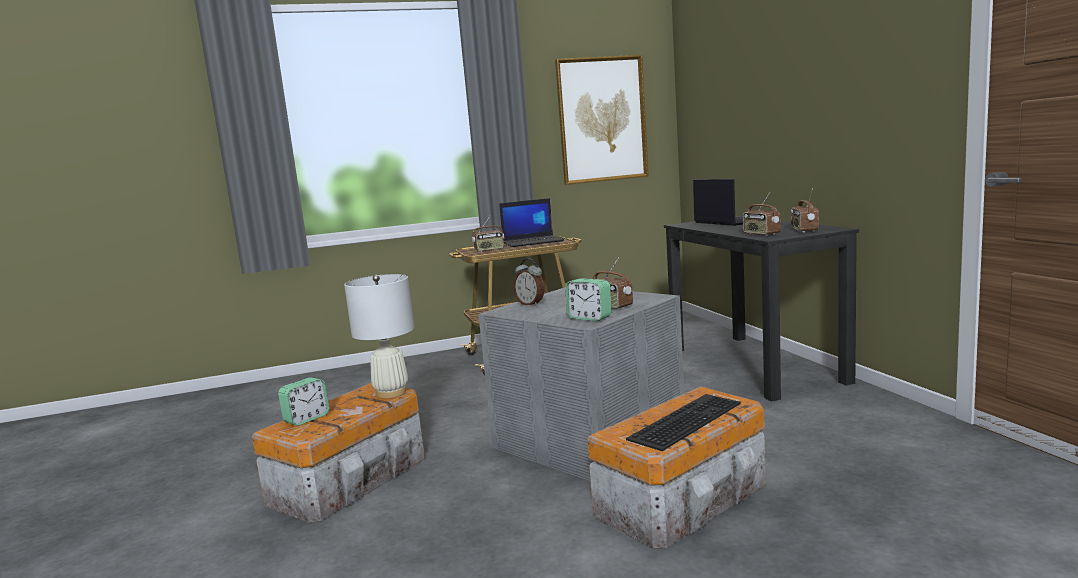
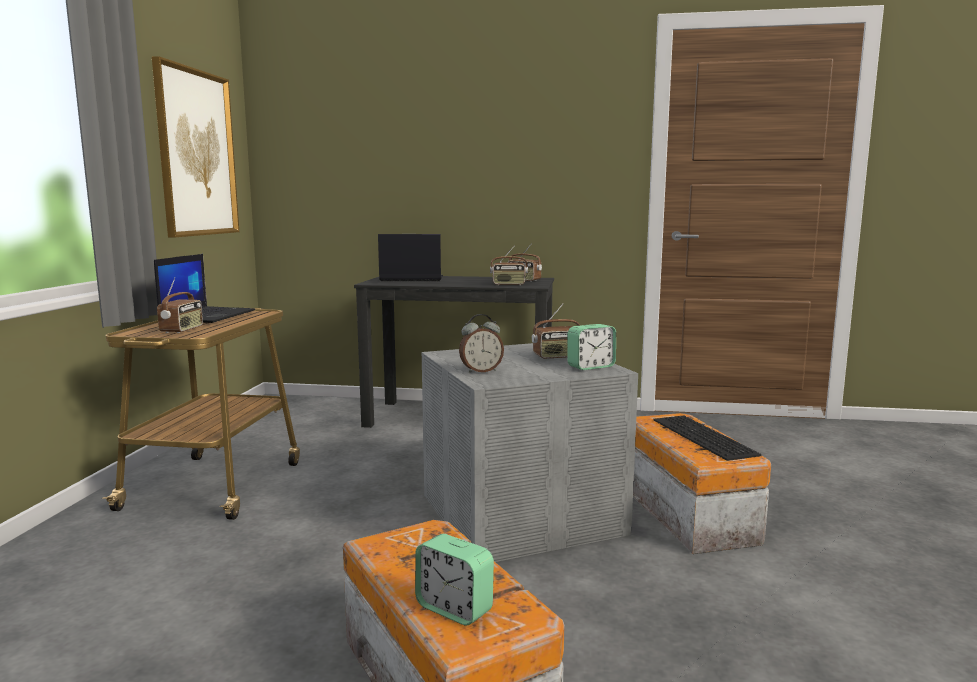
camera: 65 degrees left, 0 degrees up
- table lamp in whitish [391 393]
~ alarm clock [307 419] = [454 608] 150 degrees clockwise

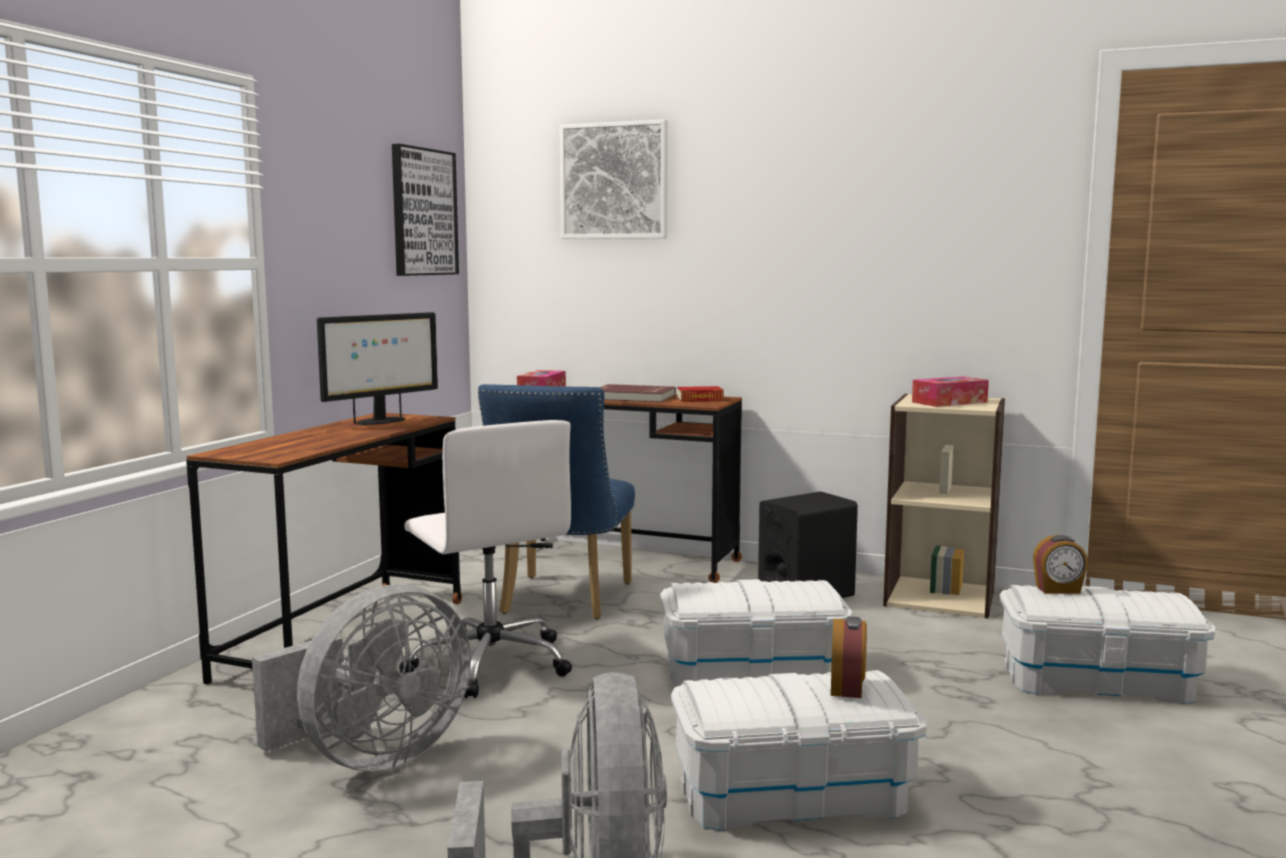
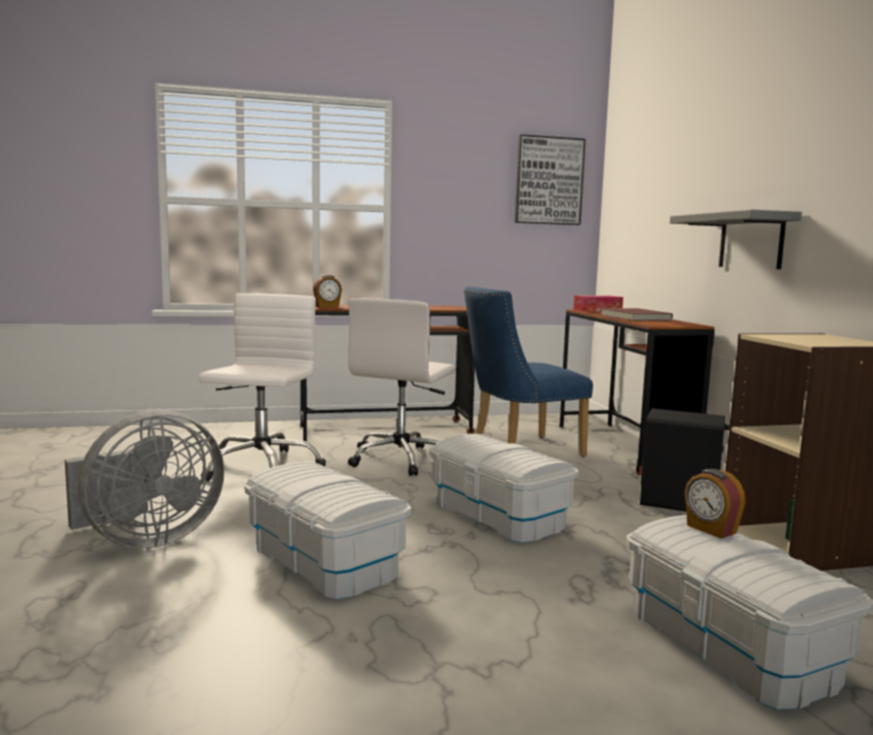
camera: 55 degrees right, 0 degrees up
- wall picture [614 181]
- monitor [380 421]
- box of tissues [949 402]
- volume [700 399]
~ electric fan in gray [372 758] to desk chair in whitish [261 467]
~ alarm clock [847 688] to [327 307]
+ wall shelf in gray [751 241]

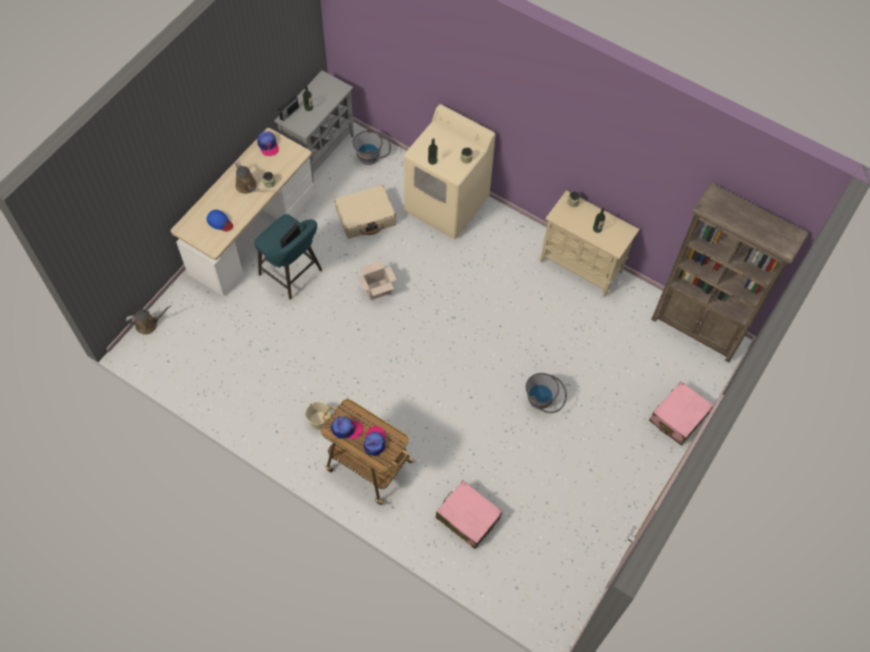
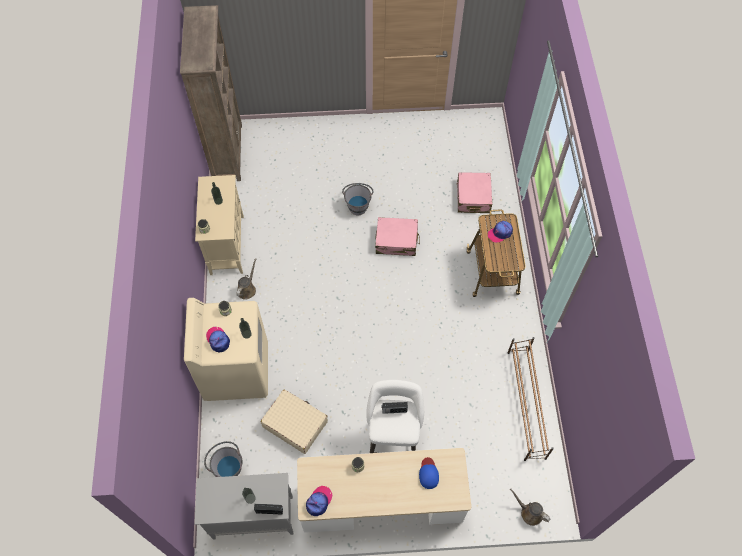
camera: 125 degrees left, 0 degrees up
~ watering can in brown [247 186] to [247 289]
~ stool in blue-green [293 274] to stool in whitish [393 437]
- cardboard box [378 289]
~ travel case in pink [678 417] to [396 241]
- water bucket in sand-coloured [319 421]
~ baseball cap [346 429] to [218 340]
+ shoe shelf in brown [526 404]

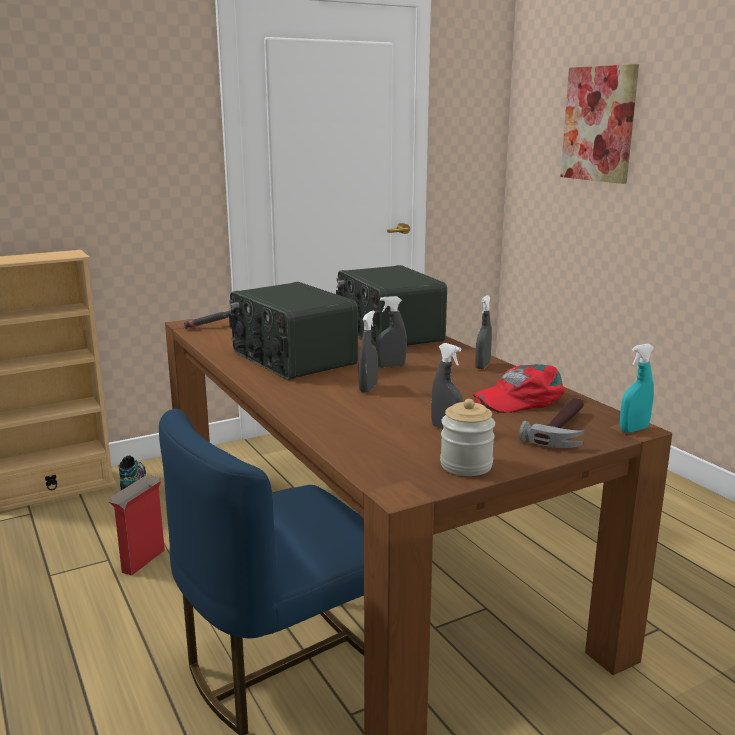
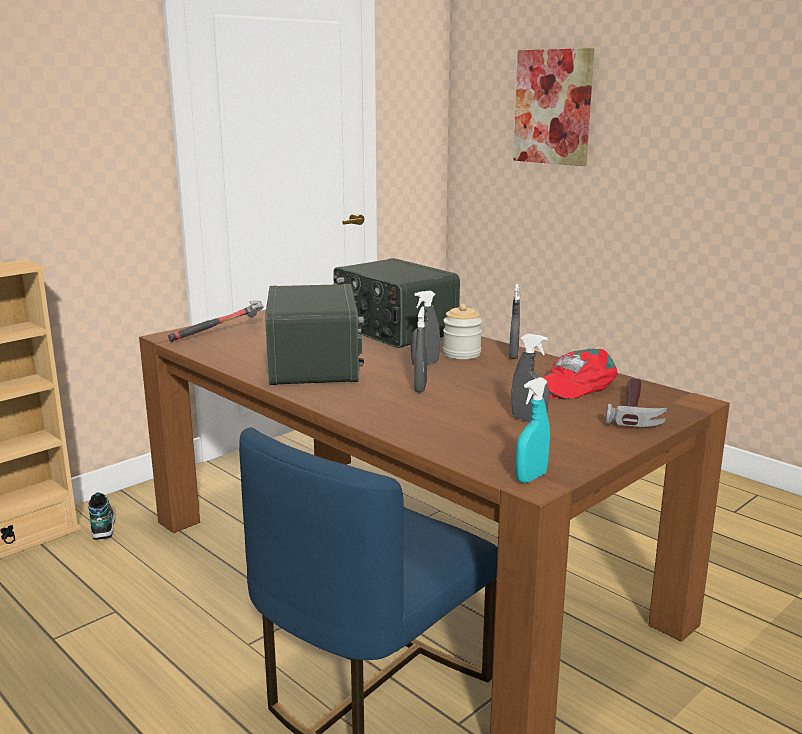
camera: 15 degrees left, 0 degrees up
~ radio [291 358] = [315 364] 135 degrees counterclockwise
~ spray bottle in blue-green [633 430] to [531 477]
~ jar [466 465] to [461 354]
- cardboard box [143 561]

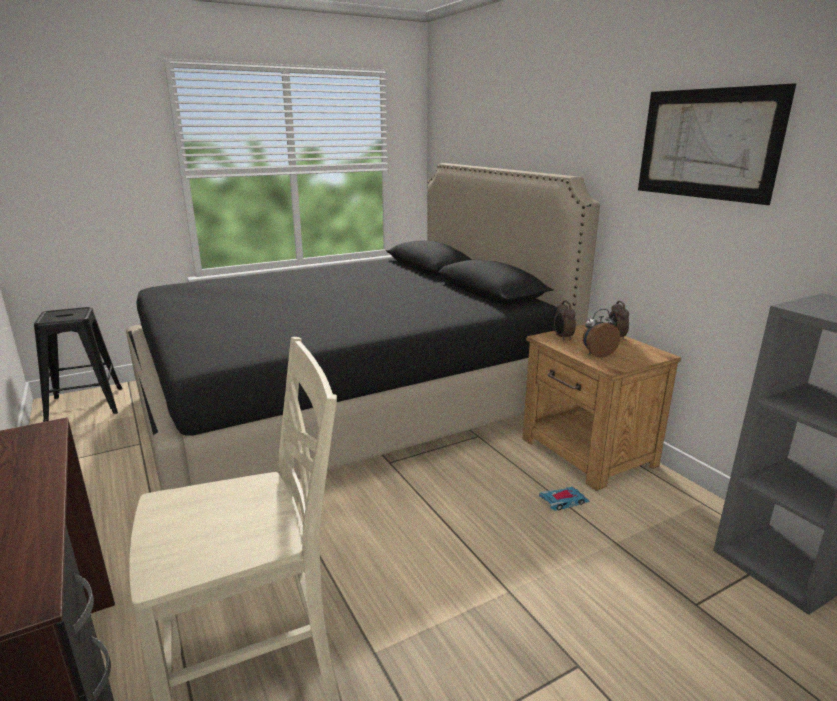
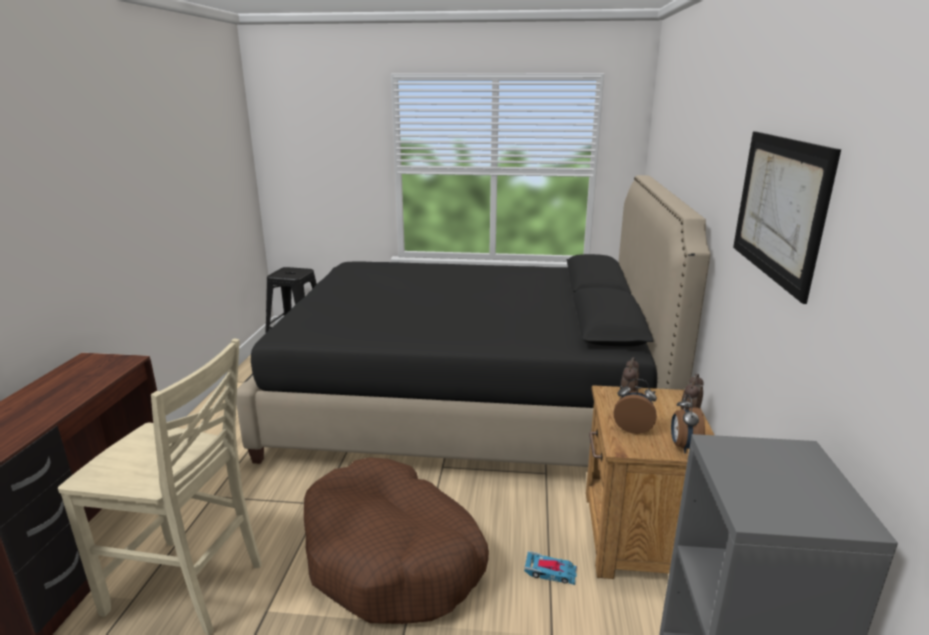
camera: 35 degrees right, 0 degrees up
+ alarm clock [683 447]
+ pet bed in brown [392 557]

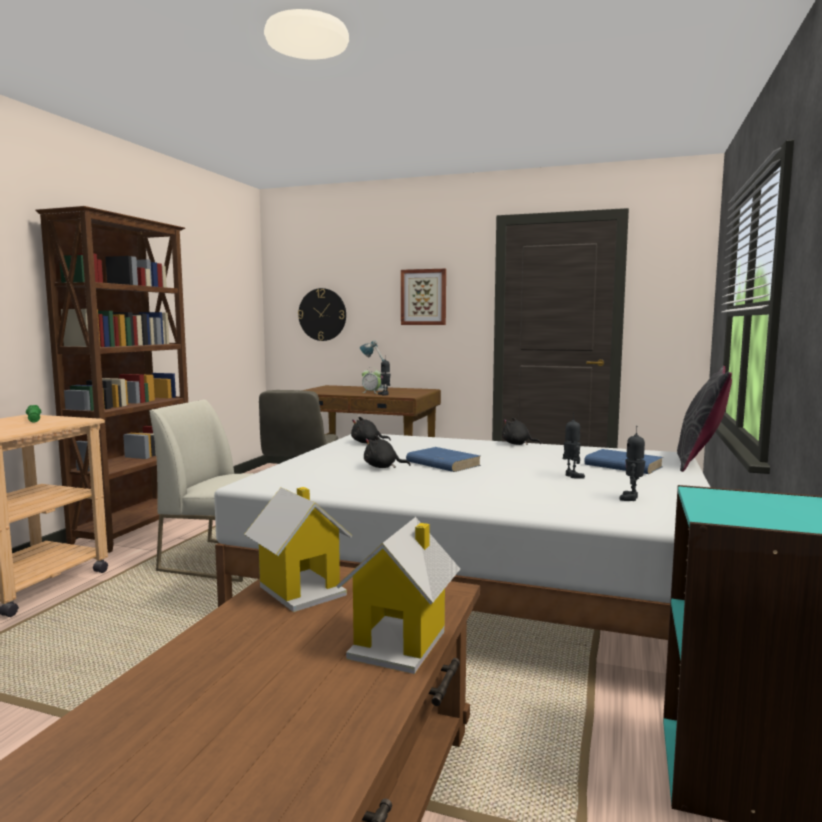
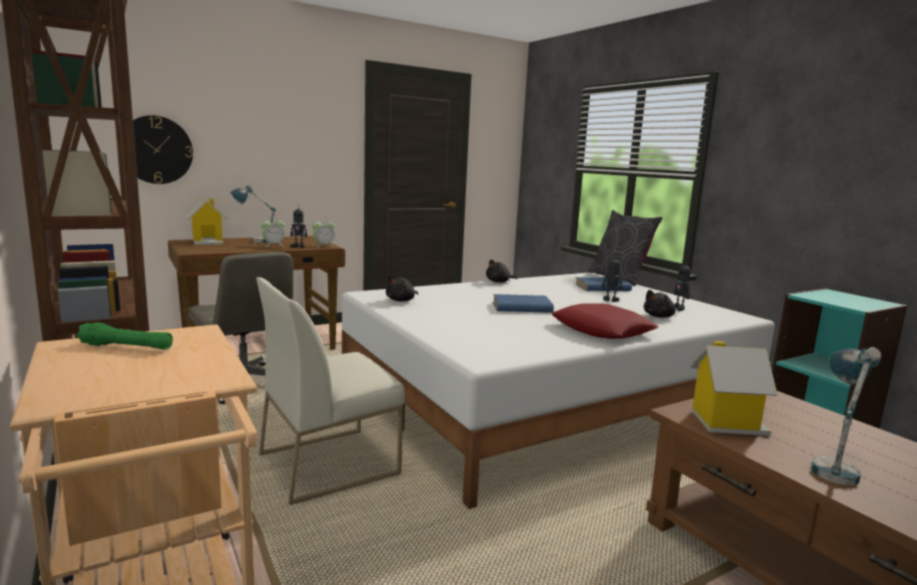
camera: 50 degrees left, 5 degrees up
- wall picture [423 297]
~ plush toy in black [383 467] to [659 316]
~ toy house [401 642] to [208 241]
+ alarm clock [323 246]
+ cushion in red-coloured [602 330]
+ table lamp [833 465]

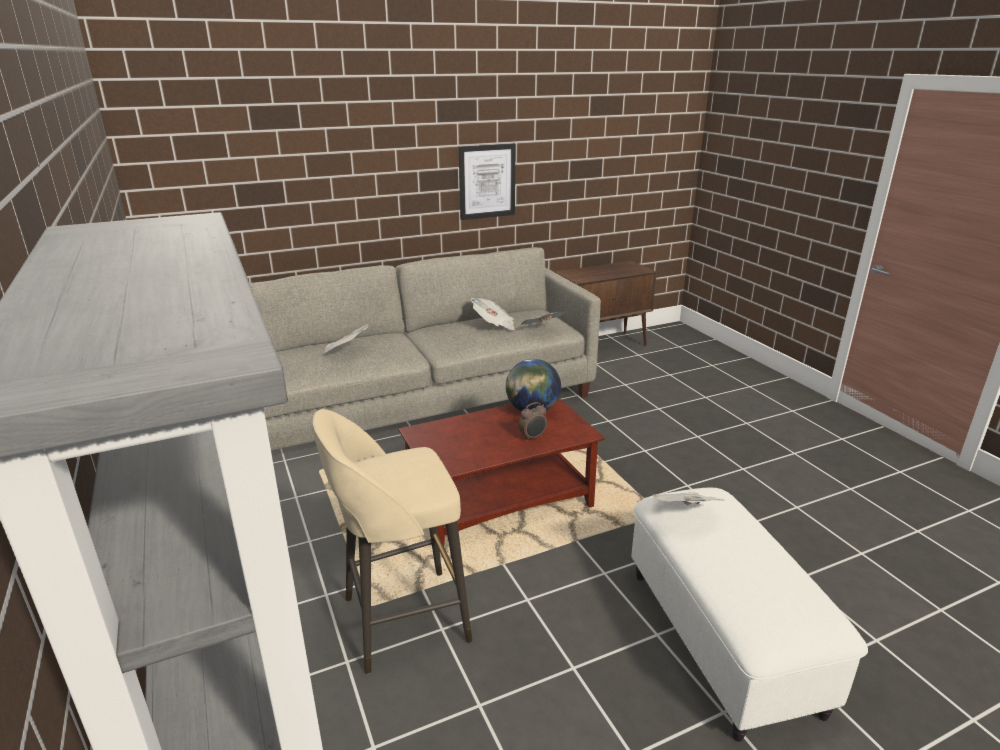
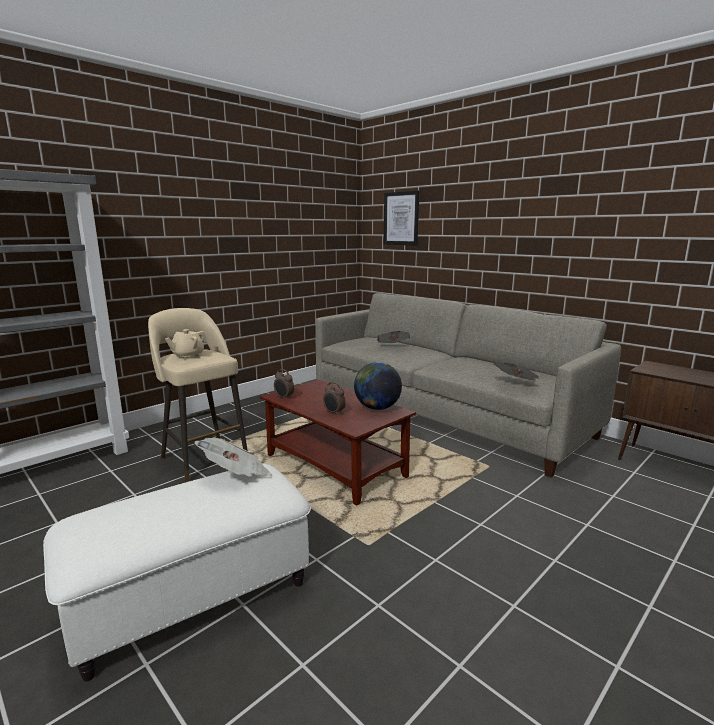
camera: 70 degrees right, 10 degrees down
~ wall picture [487 181] to [401 218]
- daily paper [494 325]
+ pot for tea in sand-coloured [188 355]
+ alarm clock [284 398]

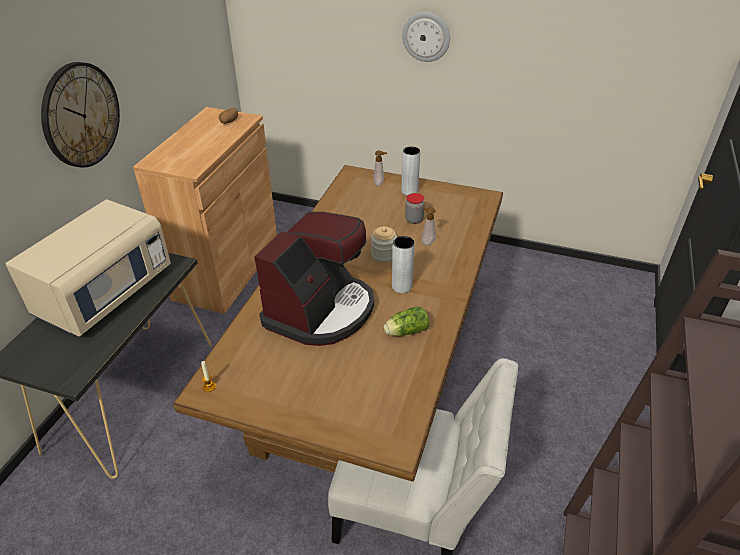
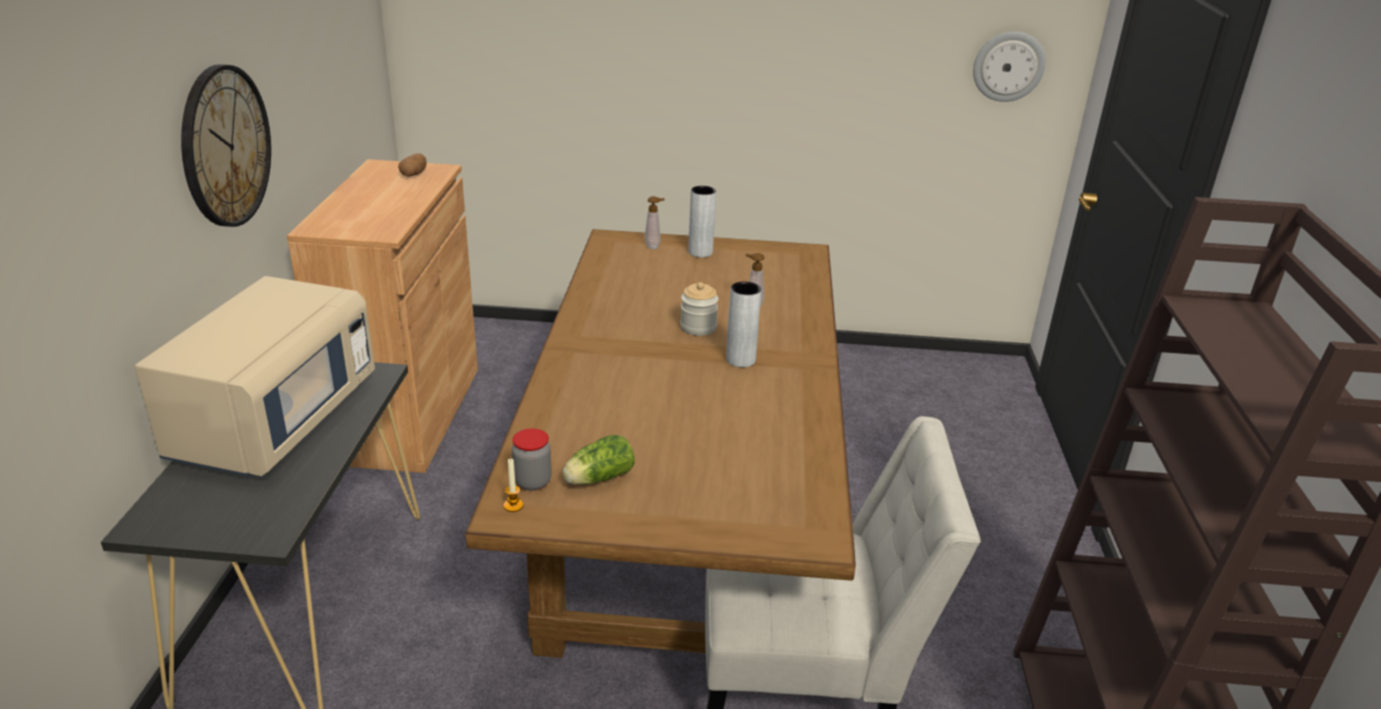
camera: 15 degrees left, 10 degrees down
~ wall clock [426 36] to [1008 66]
~ jar [414 220] to [532 482]
- coffee machine [321 310]
~ head of lettuce [405 331] to [597 478]

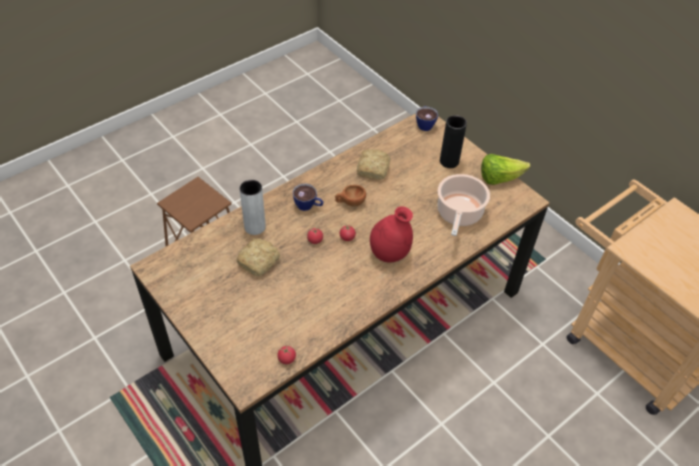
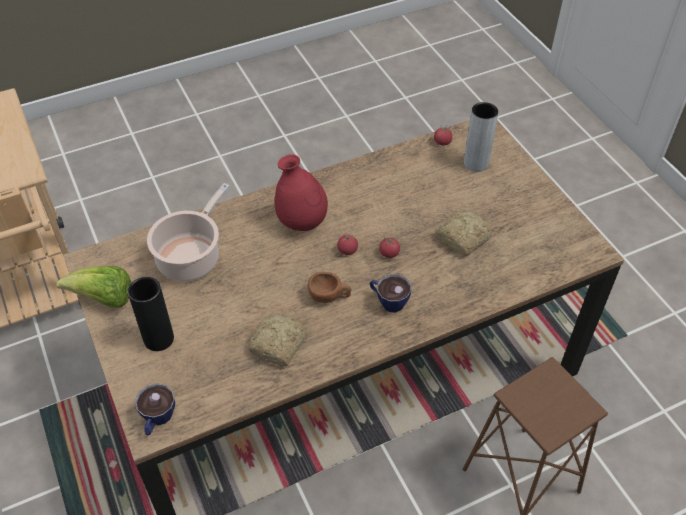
camera: 165 degrees left, 0 degrees up
~ flower vase in gray [255 227] to [476 163]

